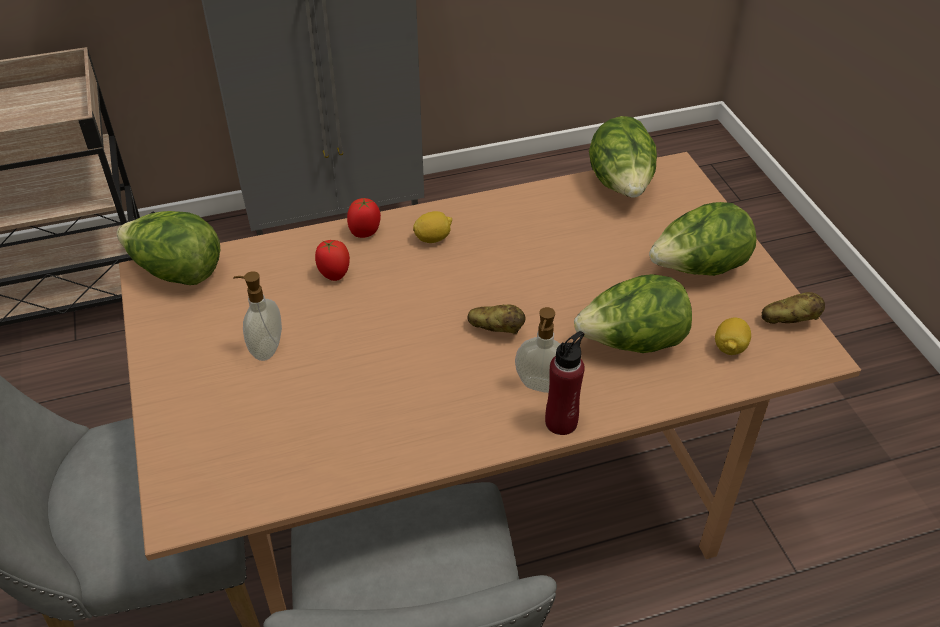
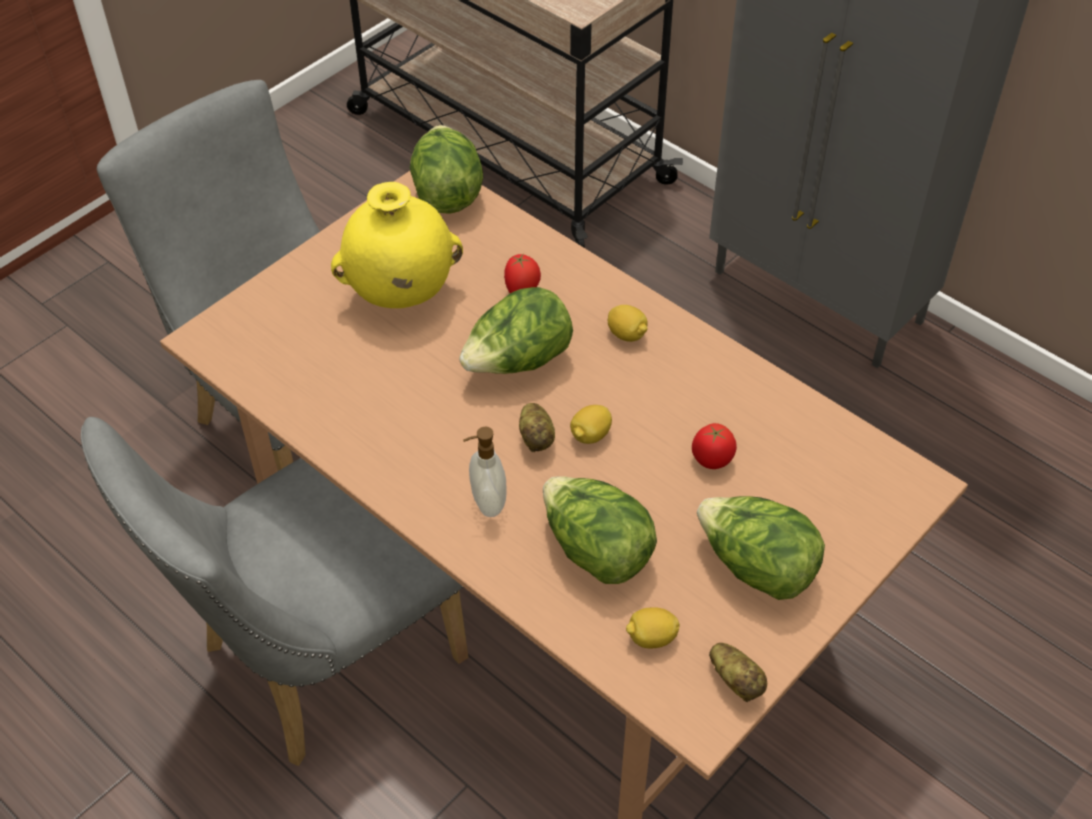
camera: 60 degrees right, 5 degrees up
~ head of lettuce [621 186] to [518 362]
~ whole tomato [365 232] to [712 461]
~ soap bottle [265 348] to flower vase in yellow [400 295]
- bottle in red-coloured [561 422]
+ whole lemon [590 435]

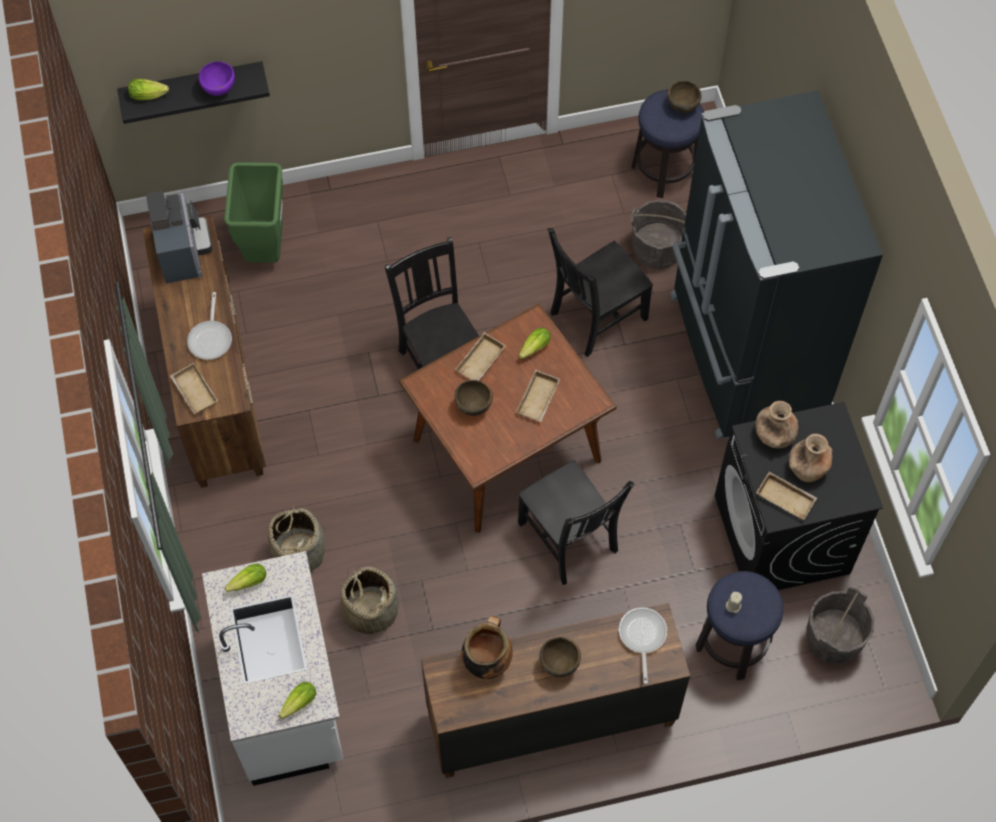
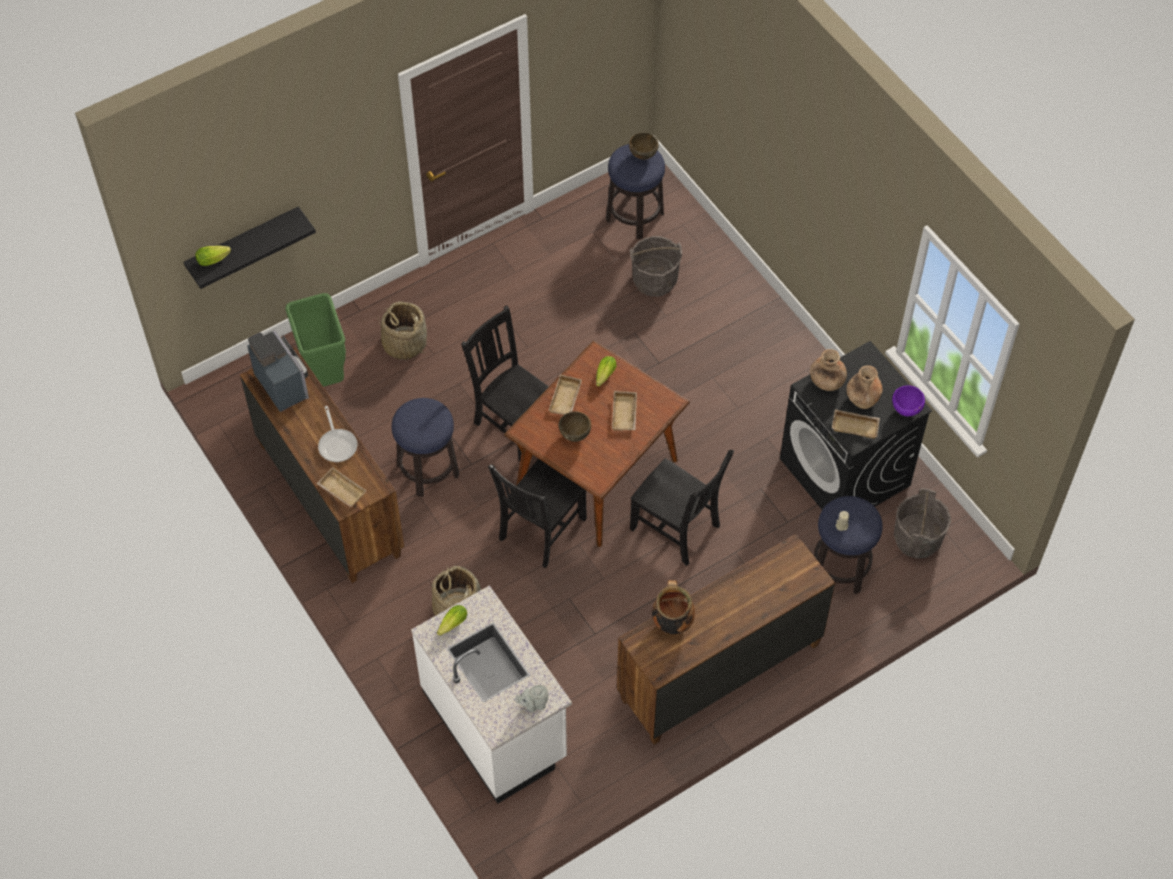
camera: 20 degrees left, 5 degrees down
~ serving bowl in purple-coloured [219 90] to [906 410]
- fridge in black [743 356]
~ chair in black [595 317] to [540 531]
~ basket [370 610] to [404 343]
- frying pan [642 637]
- serving bowl in brown [560 664]
~ head of lettuce [297 704] to pot for tea in gray [534 704]
+ stool [428 470]

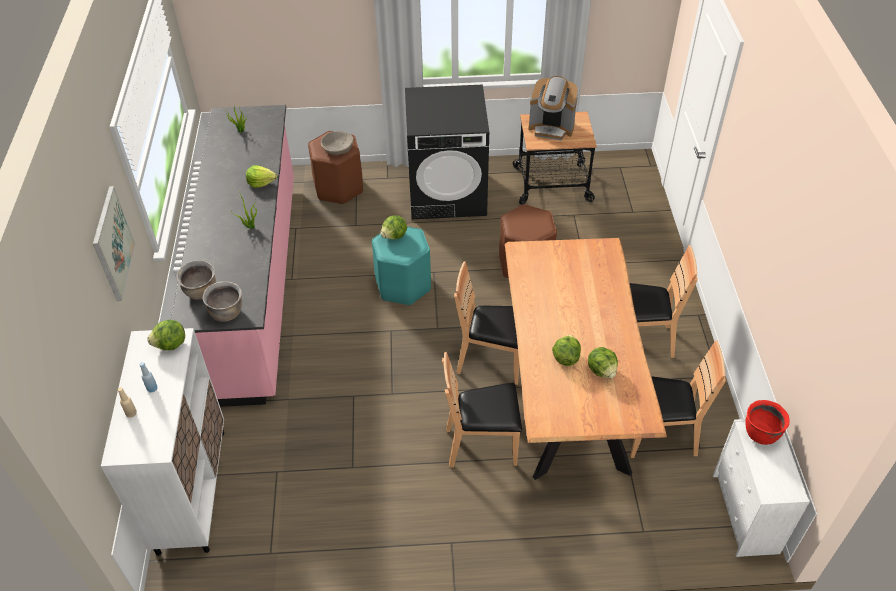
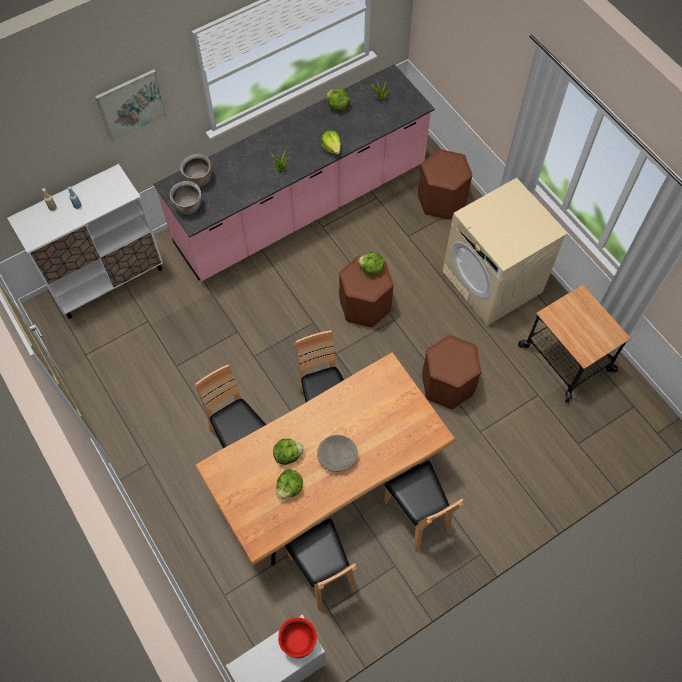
camera: 60 degrees right, 15 degrees up
- coffee machine [551 127]
~ laundry appliance in black [448 193] to laundry appliance in sand-coloured [492 282]
~ serving bowl in sand-coloured [338 148] to [337 456]
~ stool in blue-green [403 285] to stool in brown [365 305]
~ head of lettuce [171 345] to [337 106]

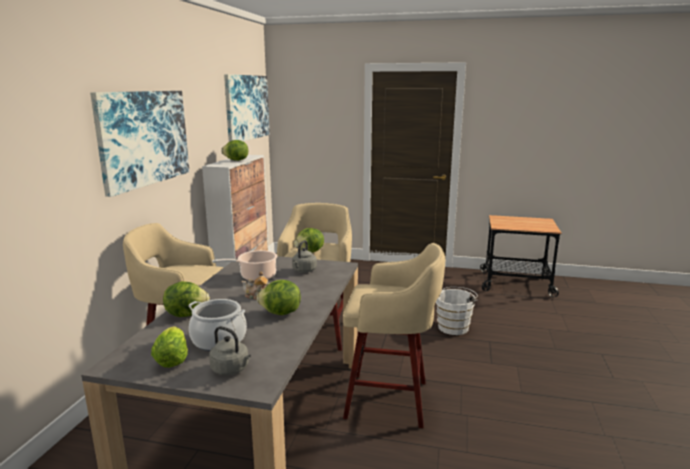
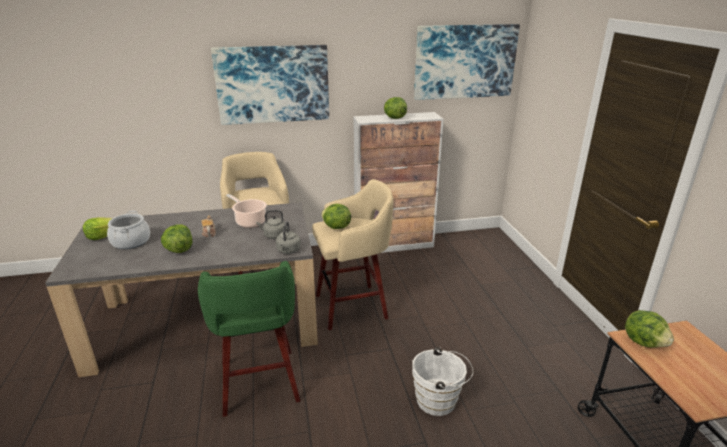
camera: 65 degrees right, 10 degrees up
~ stool in sand-coloured [390 400] to stool in green [259 384]
~ head of lettuce [186 314] to [644 342]
~ tea kettle in gray [231 369] to [288 251]

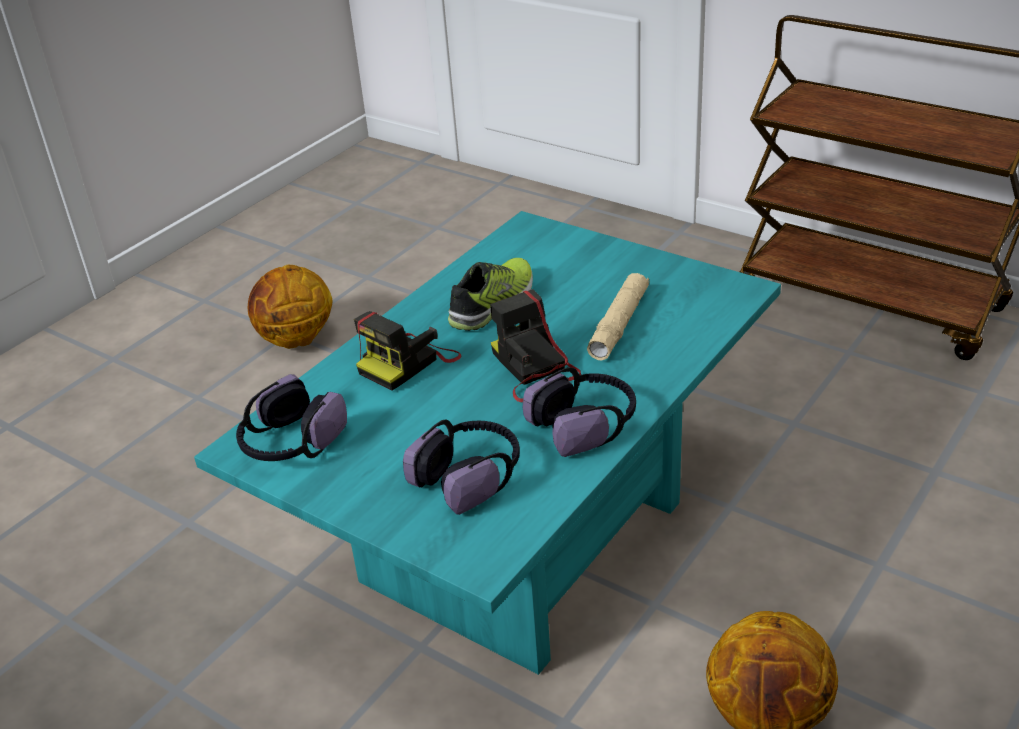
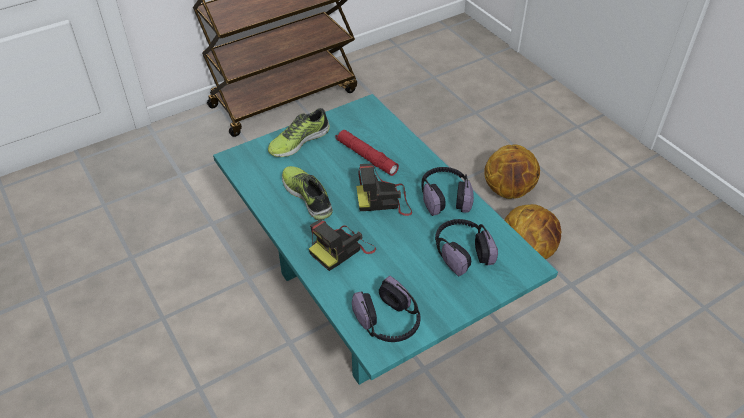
camera: 70 degrees left, 10 degrees up
~ ball for basketball [296 340] to [509 191]
~ torch in sand-coloured [619 324] to torch in red-coloured [366 157]
~ still camera [408 363] = [342 249] 75 degrees clockwise
+ low shoe [298 141]

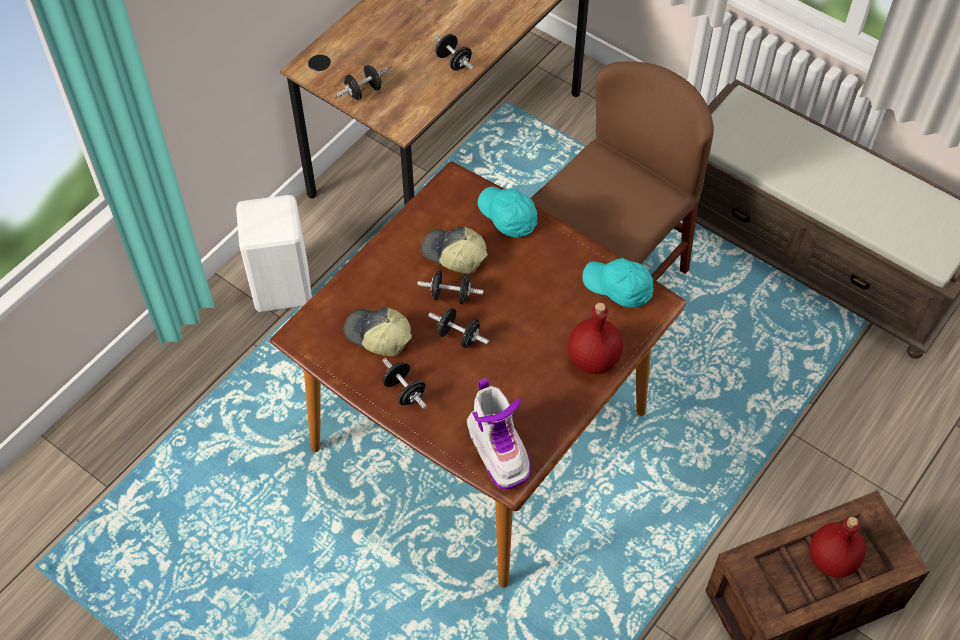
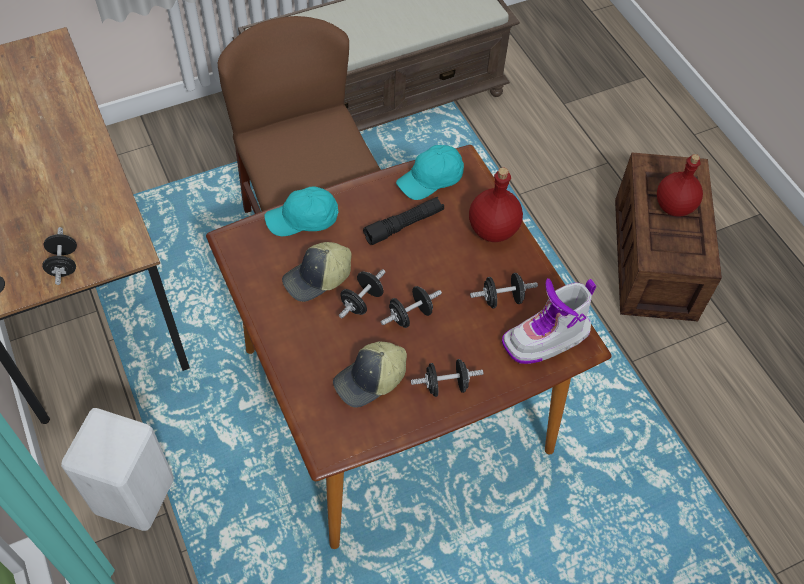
camera: 65 degrees left, 0 degrees up
~ free weight in black [453 62] to [502 299]
~ high-top boot [499 449] = [547 339] 150 degrees clockwise
+ torch in black [404 225]

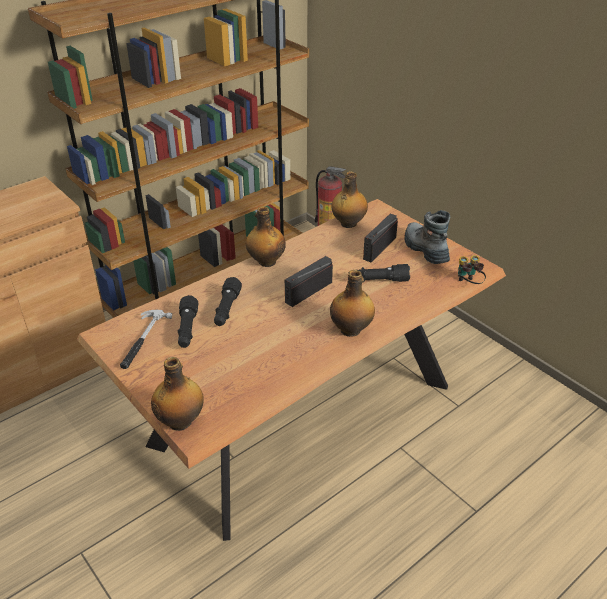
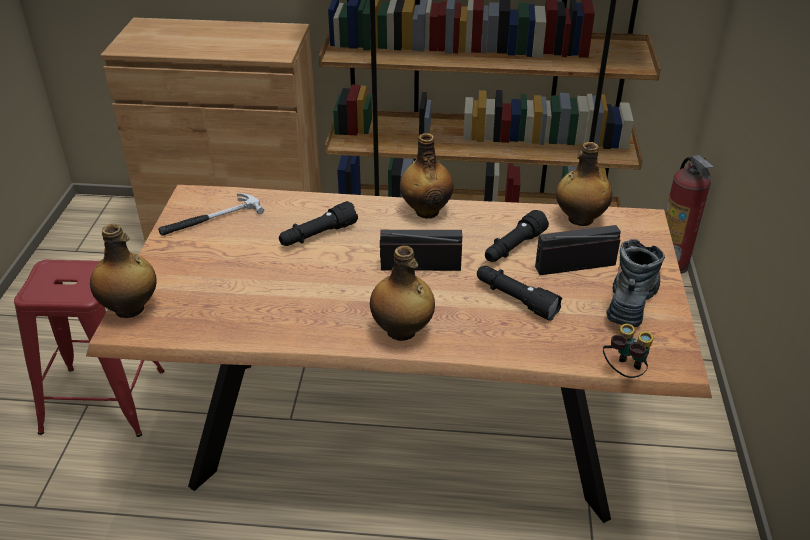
camera: 45 degrees right, 0 degrees up
~ torch in black [187 330] to [513 247]
+ stool in red-coloured [103 401]

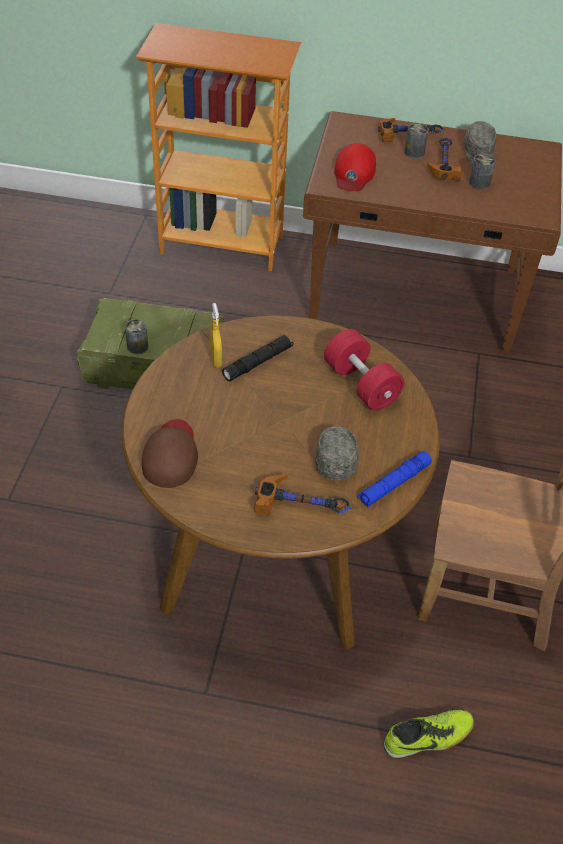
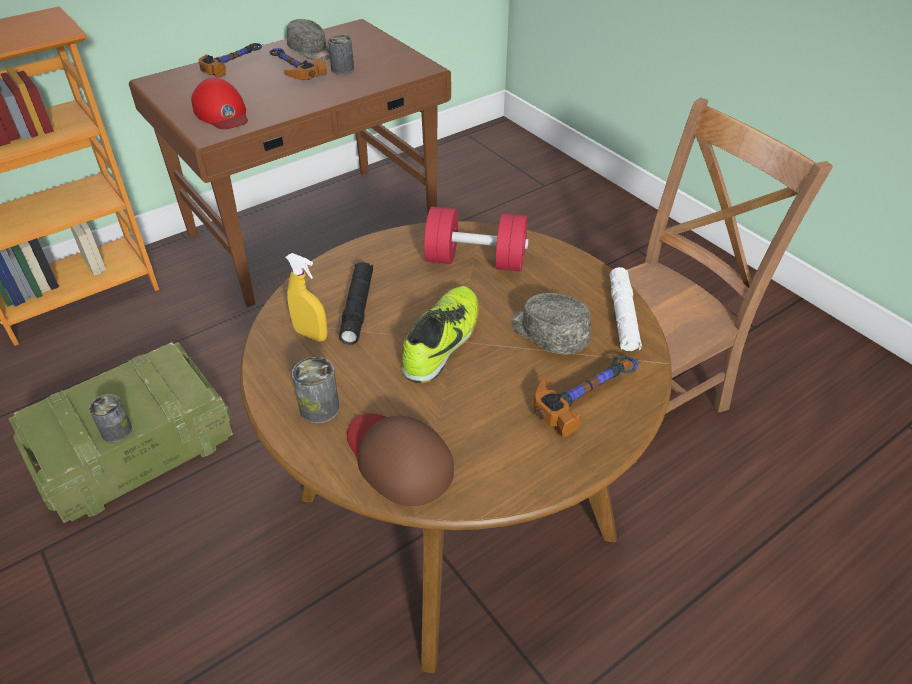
camera: 45 degrees left, 5 degrees down
~ metal can [414 152] to [319 408]
~ torch in blue-coloured [394 484] to torch in whitish [623 316]
~ low shoe [428 738] to [443 342]

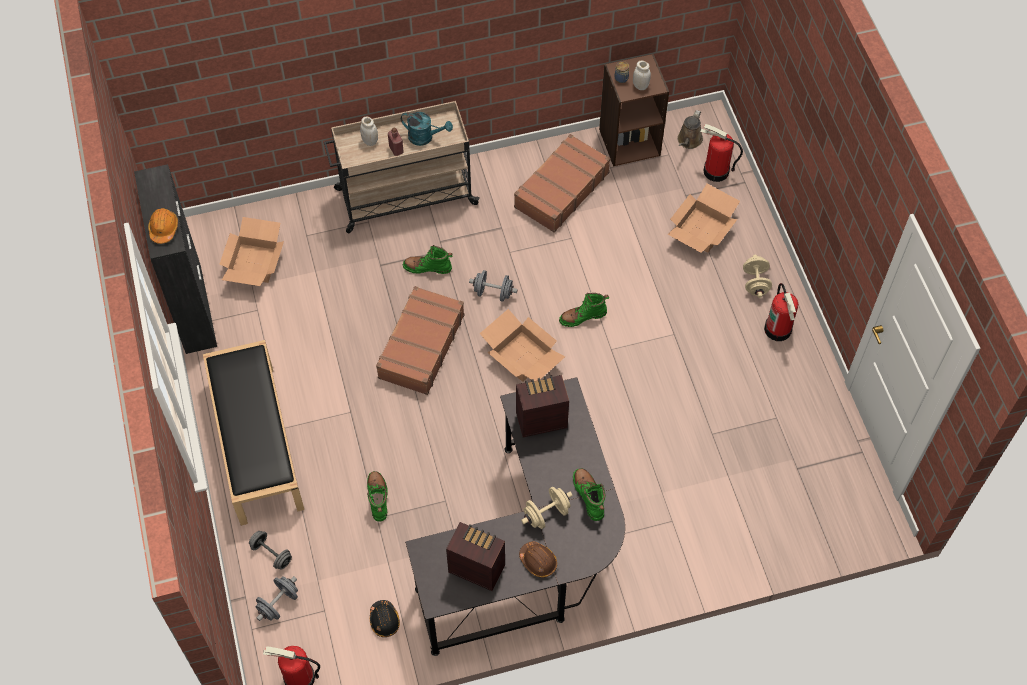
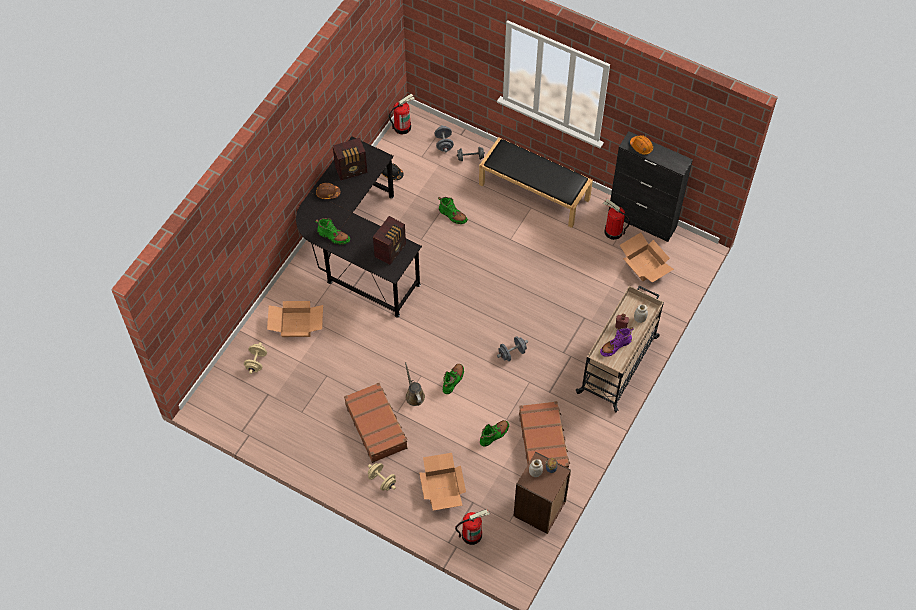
camera: 135 degrees right, 0 degrees up
~ watering can in brown [689 141] to [414 395]
~ watering can in blue-green [425 137] to high-top boot in purple-coloured [615 346]
~ high-top boot in green [427 267] to [494 435]
~ extinguisher [778 329] to [613 232]
~ travel case in brown [420 346] to [376 426]
~ cardboard box [523 356] to [296 325]
~ free weight in sand-coloured [546 514] to [256 362]

